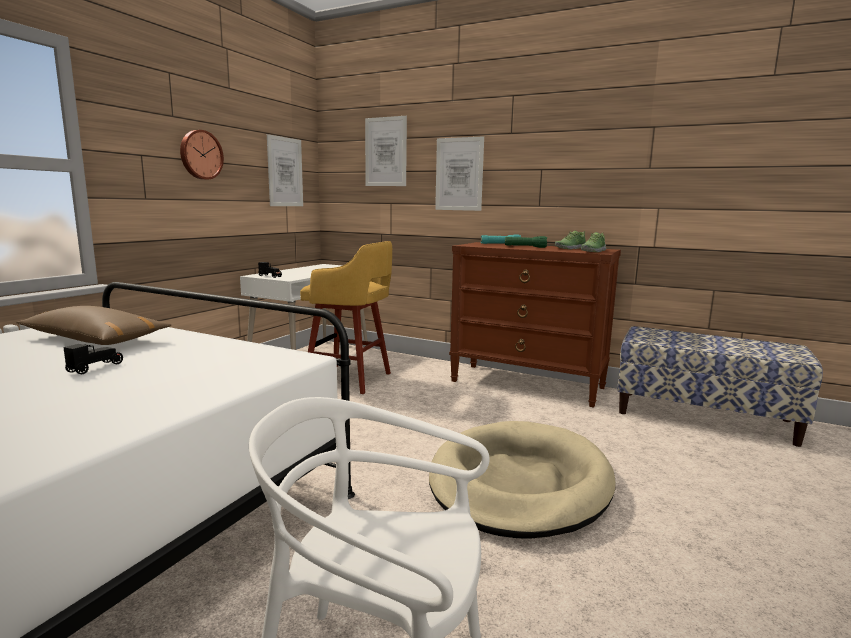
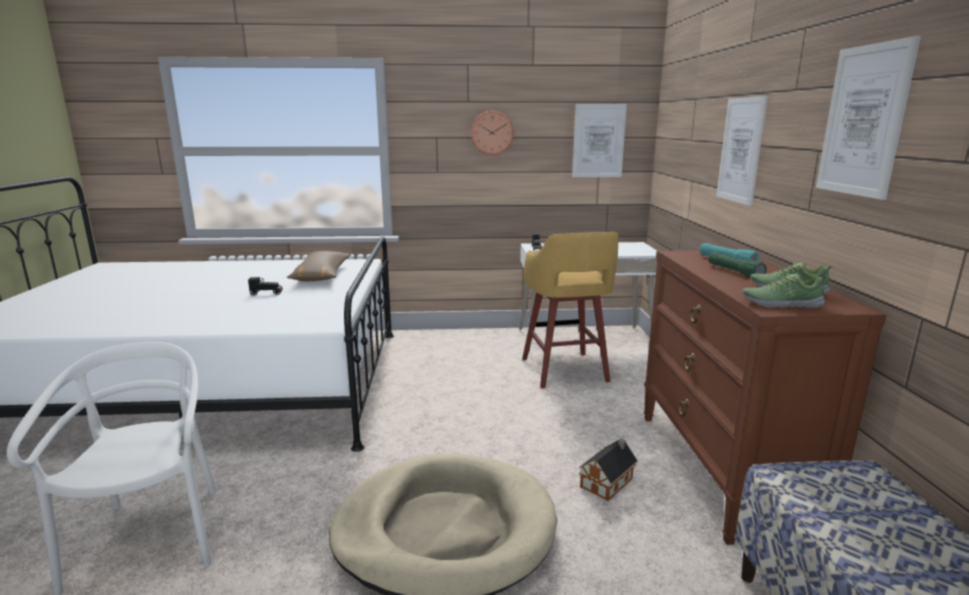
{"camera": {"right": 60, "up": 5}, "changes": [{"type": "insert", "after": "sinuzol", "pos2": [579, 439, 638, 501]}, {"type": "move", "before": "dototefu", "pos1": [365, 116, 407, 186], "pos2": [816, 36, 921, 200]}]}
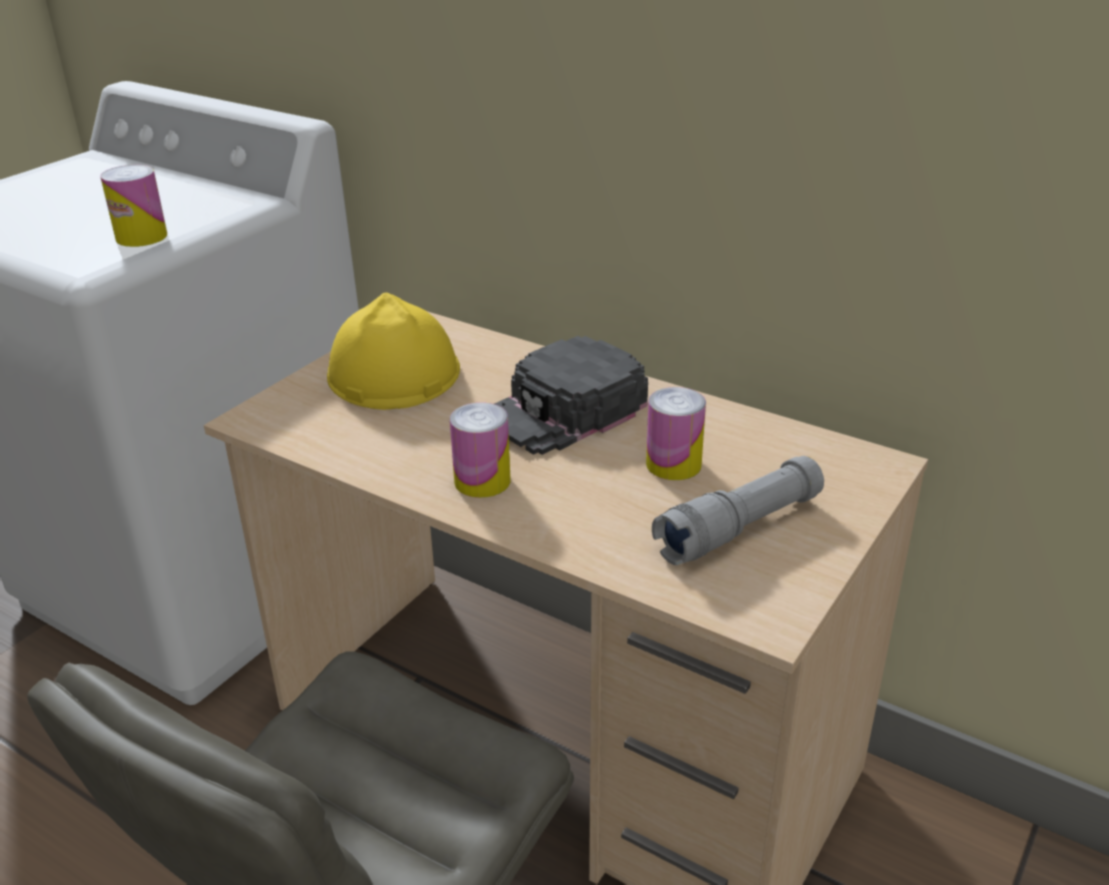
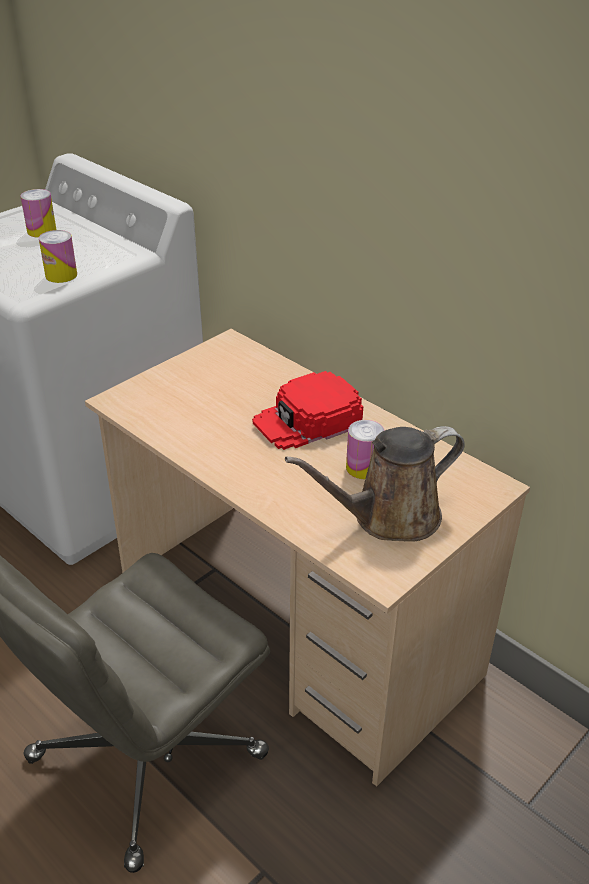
{"camera": {"right": 10, "up": 5}, "changes": [{"type": "delete", "before": "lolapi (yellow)", "pos1": [327, 293, 460, 410]}, {"type": "move", "before": "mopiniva", "pos1": [450, 402, 510, 498], "pos2": [21, 189, 57, 238]}, {"type": "replace", "before": "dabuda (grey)", "after": "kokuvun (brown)", "pos1": [652, 456, 824, 565], "pos2": [285, 426, 465, 542]}, {"type": "recolor", "before": "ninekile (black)", "after": "ninekile (red)", "pos1": [494, 336, 648, 455], "pos2": [252, 371, 363, 450]}]}
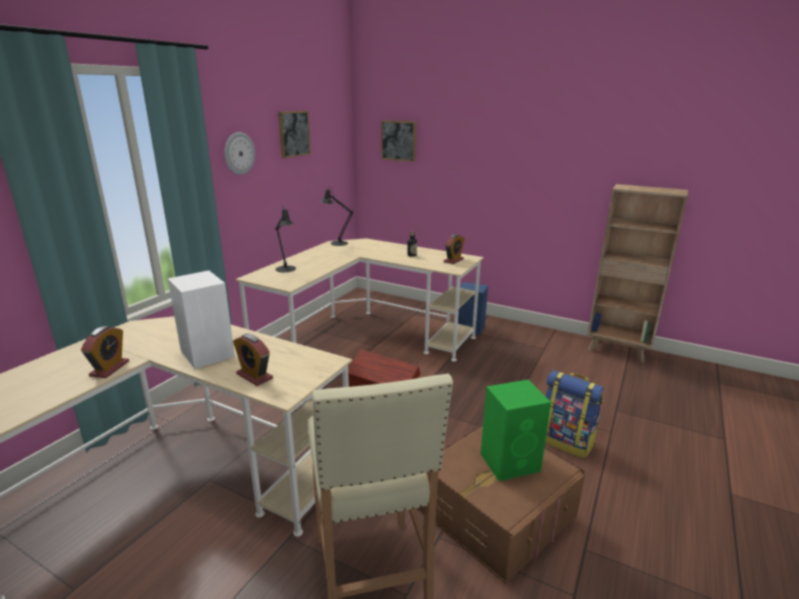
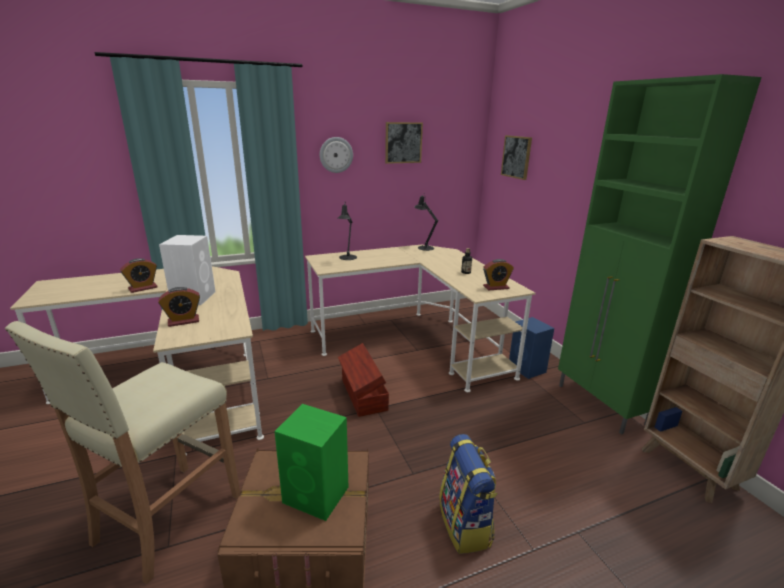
{"camera": {"right": 40, "up": 0}, "changes": [{"type": "insert", "after": "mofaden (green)", "pos2": [558, 74, 762, 434]}, {"type": "rotate", "before": "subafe", "pos1": [233, 333, 273, 386], "pos2": [158, 287, 200, 327], "turn": -105}]}
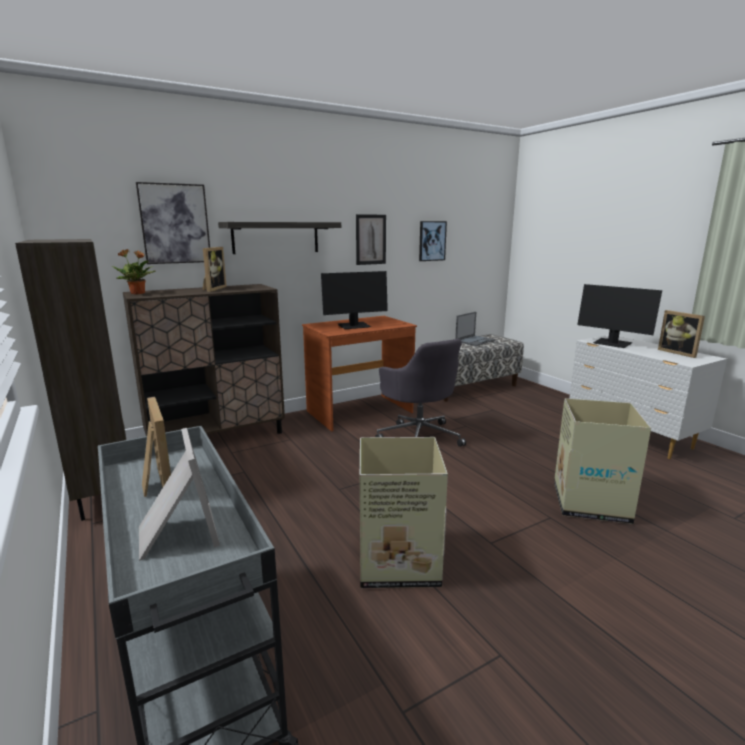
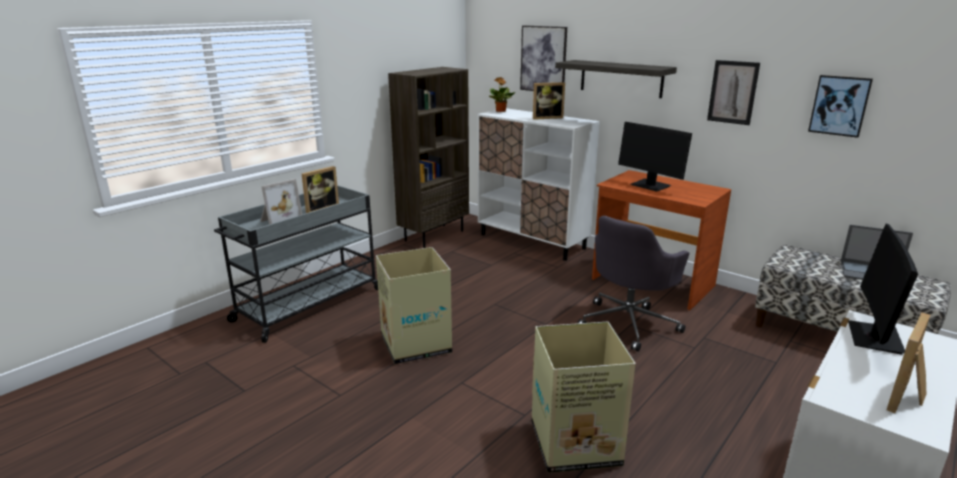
{"camera": {"right": 70, "up": 5}, "changes": [{"type": "recolor", "before": "mofaden (brown)", "after": "mofaden (white)", "pos1": [123, 284, 285, 436], "pos2": [478, 108, 600, 261]}]}
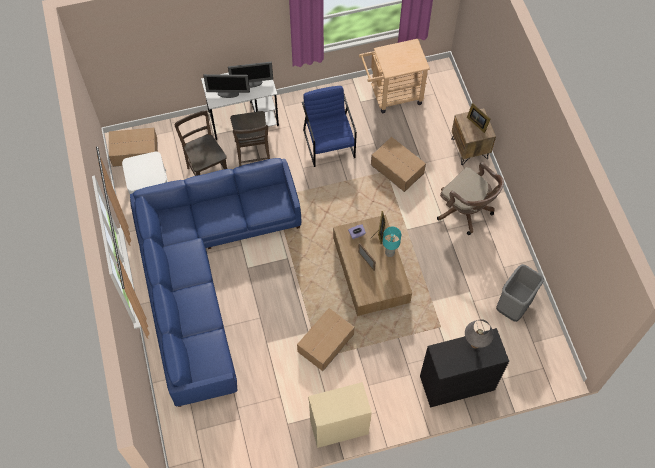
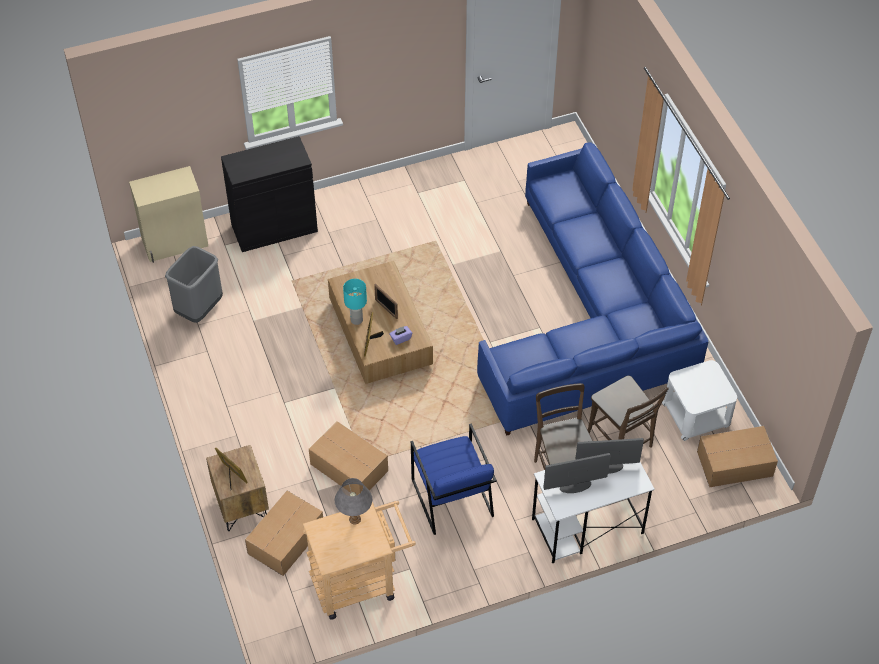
{"camera": {"right": 175, "up": -10}, "changes": [{"type": "delete", "before": "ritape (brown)", "pos1": [437, 162, 504, 235]}, {"type": "move", "before": "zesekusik", "pos1": [297, 308, 355, 371], "pos2": [245, 491, 323, 576]}, {"type": "move", "before": "mofaden (beige)", "pos1": [308, 382, 372, 448], "pos2": [129, 166, 208, 263]}, {"type": "move", "before": "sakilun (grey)", "pos1": [465, 319, 494, 349], "pos2": [335, 478, 372, 524]}]}
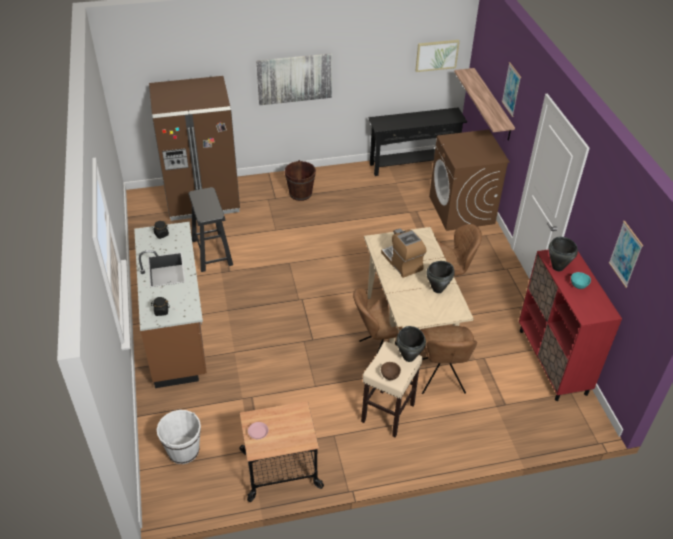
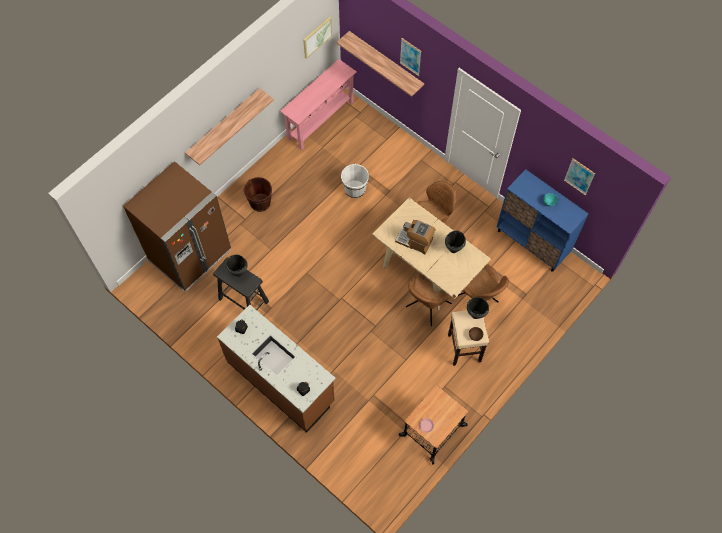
{"camera": {"right": -35, "up": 20}, "changes": [{"type": "delete", "before": "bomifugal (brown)", "pos1": [429, 130, 510, 231]}, {"type": "move", "before": "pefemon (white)", "pos1": [157, 410, 201, 464], "pos2": [341, 163, 369, 198]}, {"type": "move", "before": "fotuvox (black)", "pos1": [549, 237, 578, 271], "pos2": [226, 255, 248, 277]}, {"type": "replace", "before": "dototefu", "after": "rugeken", "pos1": [257, 53, 332, 105], "pos2": [185, 88, 274, 165]}, {"type": "recolor", "before": "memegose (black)", "after": "memegose (pink)", "pos1": [368, 107, 467, 176], "pos2": [280, 59, 357, 150]}, {"type": "recolor", "before": "mofaden (red)", "after": "mofaden (blue)", "pos1": [519, 249, 622, 401], "pos2": [497, 169, 588, 272]}]}
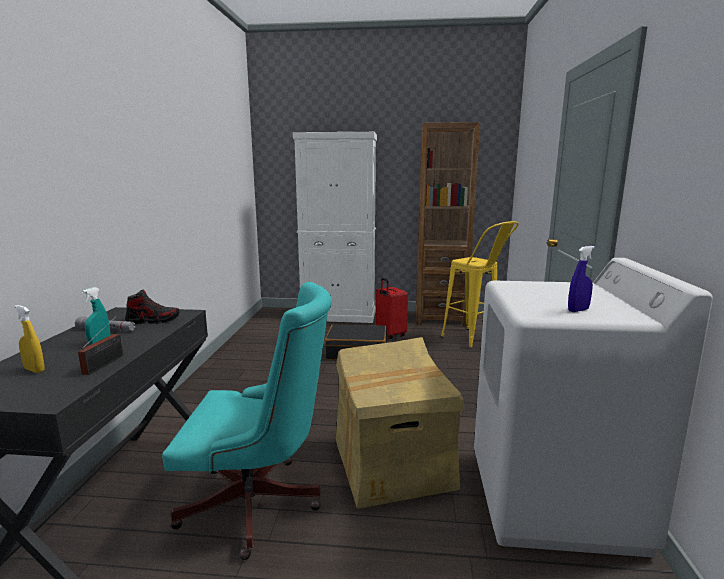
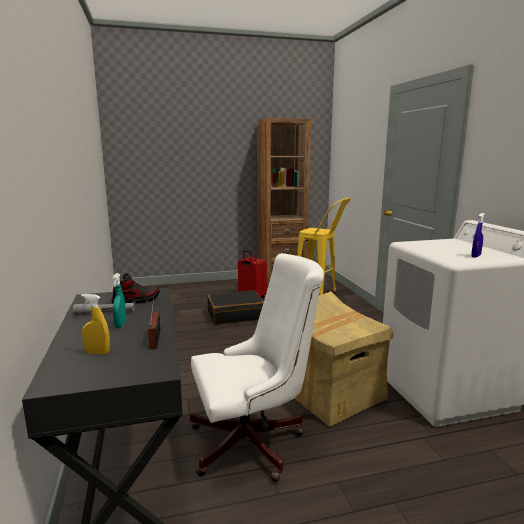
{"camera": {"right": -20, "up": 0}, "changes": [{"type": "delete", "before": "mofaden (white)", "pos1": [293, 132, 377, 323]}, {"type": "recolor", "before": "ritape (turquoise)", "after": "ritape (white)", "pos1": [162, 282, 332, 560], "pos2": [190, 253, 324, 482]}]}
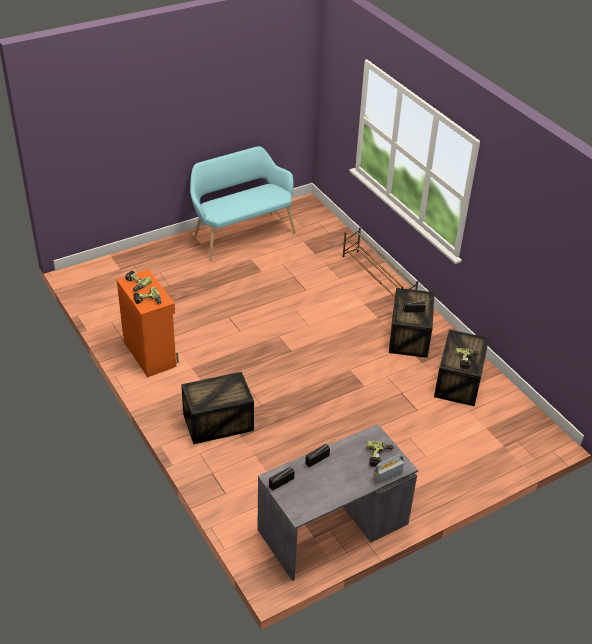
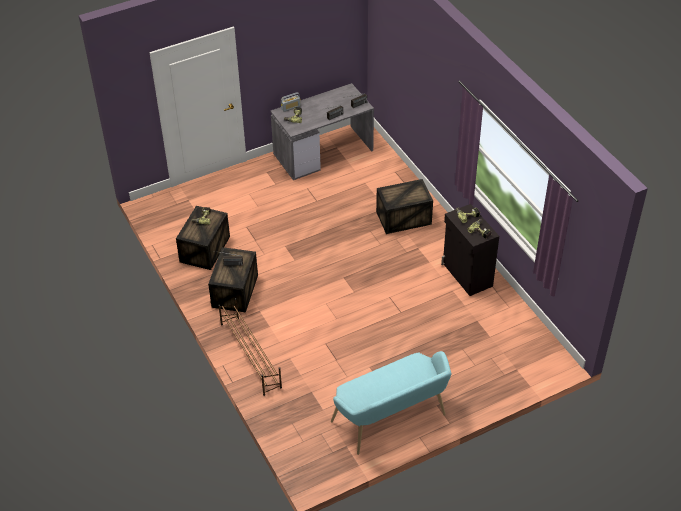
{"camera": {"right": -175, "up": 5}, "changes": [{"type": "recolor", "before": "mofaden (orange)", "after": "mofaden (black)", "pos1": [117, 270, 179, 377], "pos2": [441, 204, 499, 296]}]}
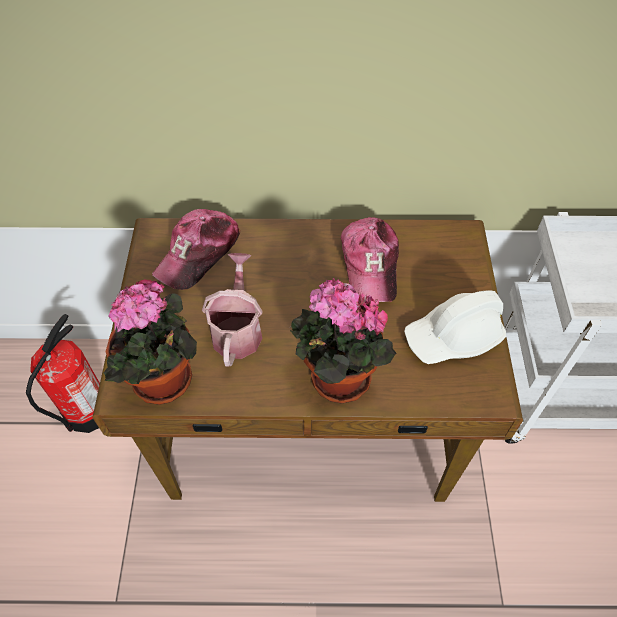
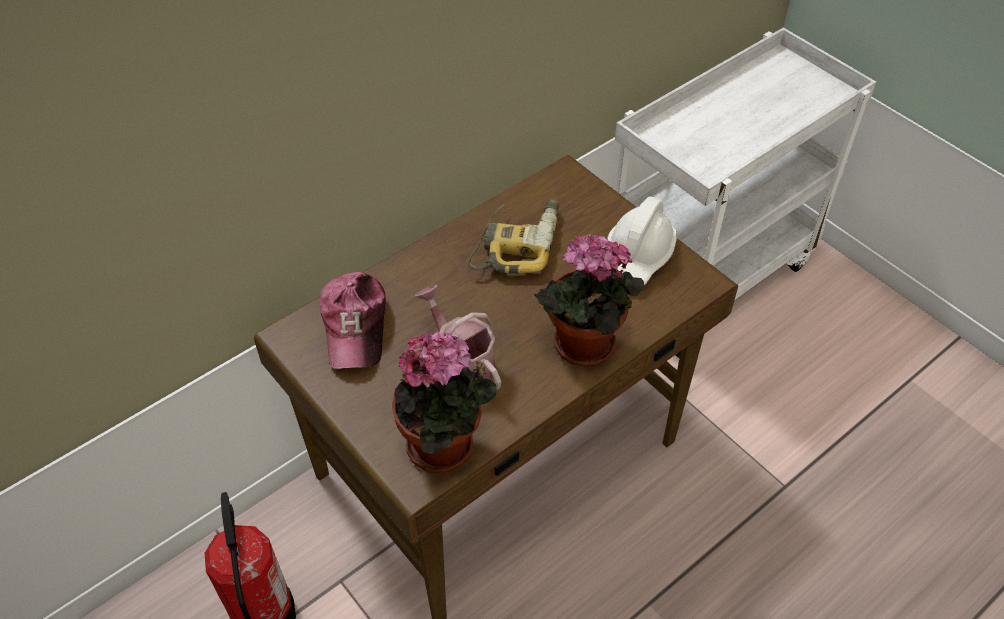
{"camera": {"right": -40, "up": -5}, "changes": [{"type": "replace", "before": "ninekile", "after": "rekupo", "pos1": [341, 217, 399, 302], "pos2": [468, 199, 559, 274]}]}
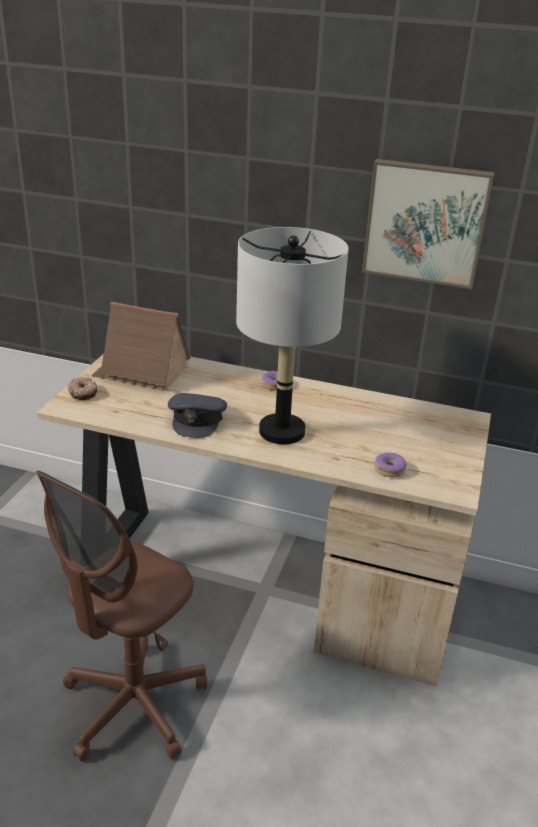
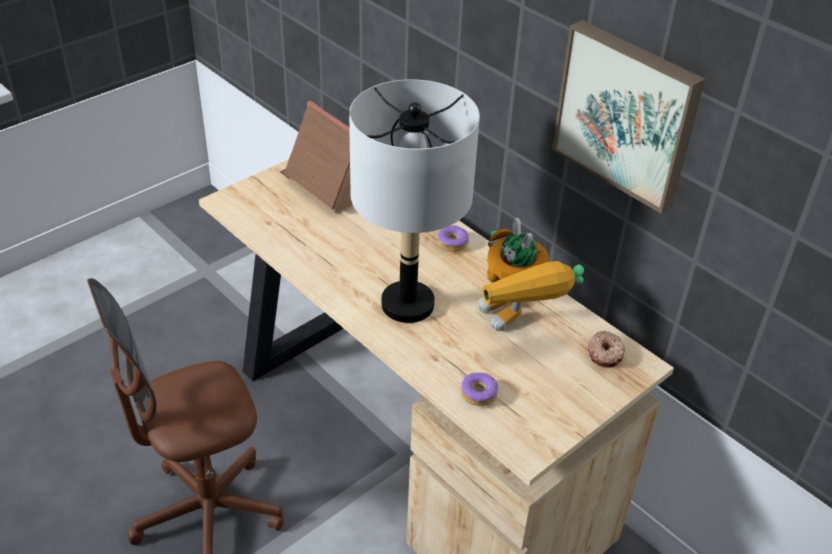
{"camera": {"right": 30, "up": 10}, "changes": [{"type": "delete", "before": "ninekile (grey)", "pos1": [168, 393, 227, 438]}, {"type": "insert", "after": "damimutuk", "pos2": [478, 218, 584, 331]}, {"type": "move", "before": "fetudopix", "pos1": [68, 377, 97, 400], "pos2": [588, 331, 625, 368]}]}
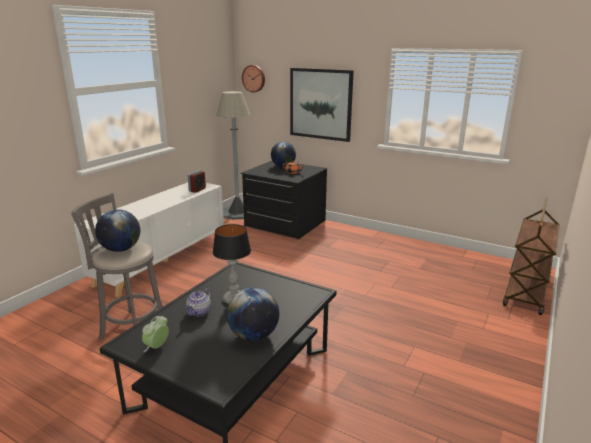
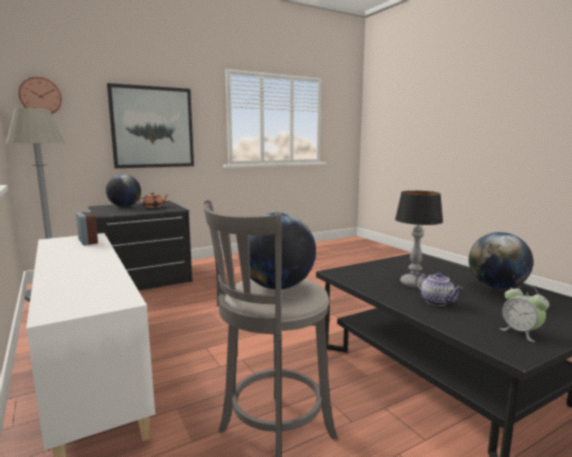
{"camera": {"right": -60, "up": -10}, "changes": [{"type": "delete", "before": "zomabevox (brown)", "pos1": [503, 197, 560, 315]}]}
